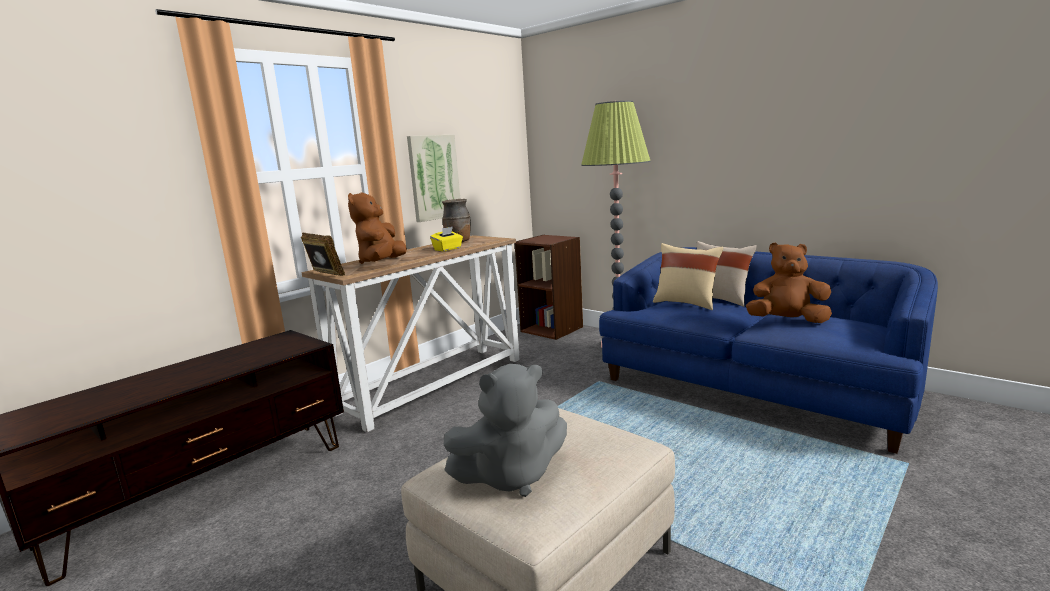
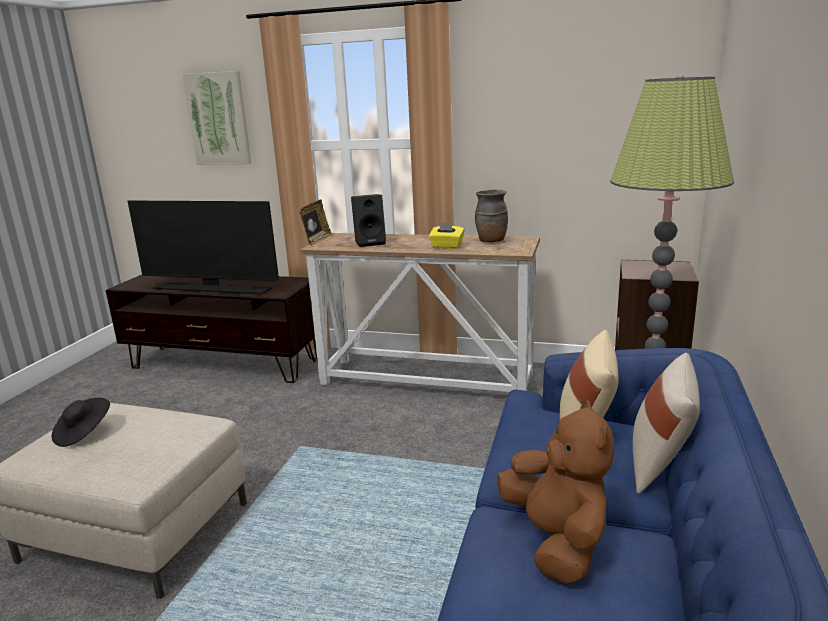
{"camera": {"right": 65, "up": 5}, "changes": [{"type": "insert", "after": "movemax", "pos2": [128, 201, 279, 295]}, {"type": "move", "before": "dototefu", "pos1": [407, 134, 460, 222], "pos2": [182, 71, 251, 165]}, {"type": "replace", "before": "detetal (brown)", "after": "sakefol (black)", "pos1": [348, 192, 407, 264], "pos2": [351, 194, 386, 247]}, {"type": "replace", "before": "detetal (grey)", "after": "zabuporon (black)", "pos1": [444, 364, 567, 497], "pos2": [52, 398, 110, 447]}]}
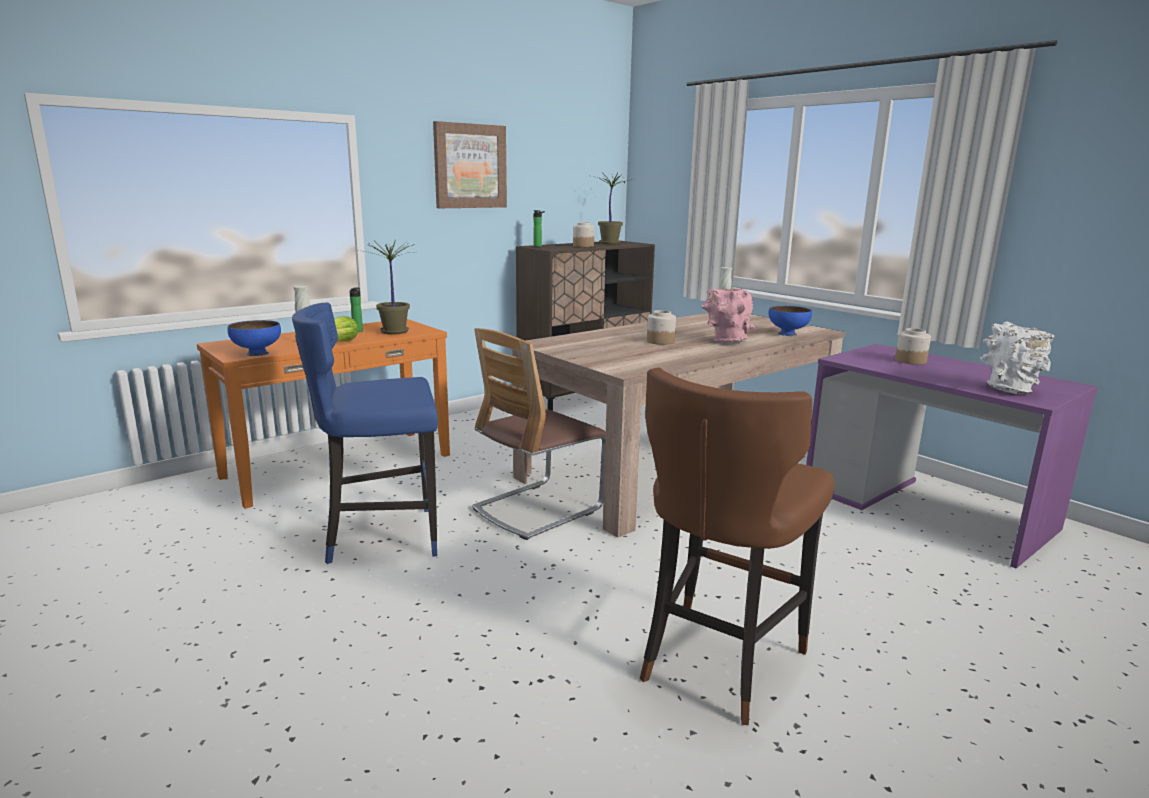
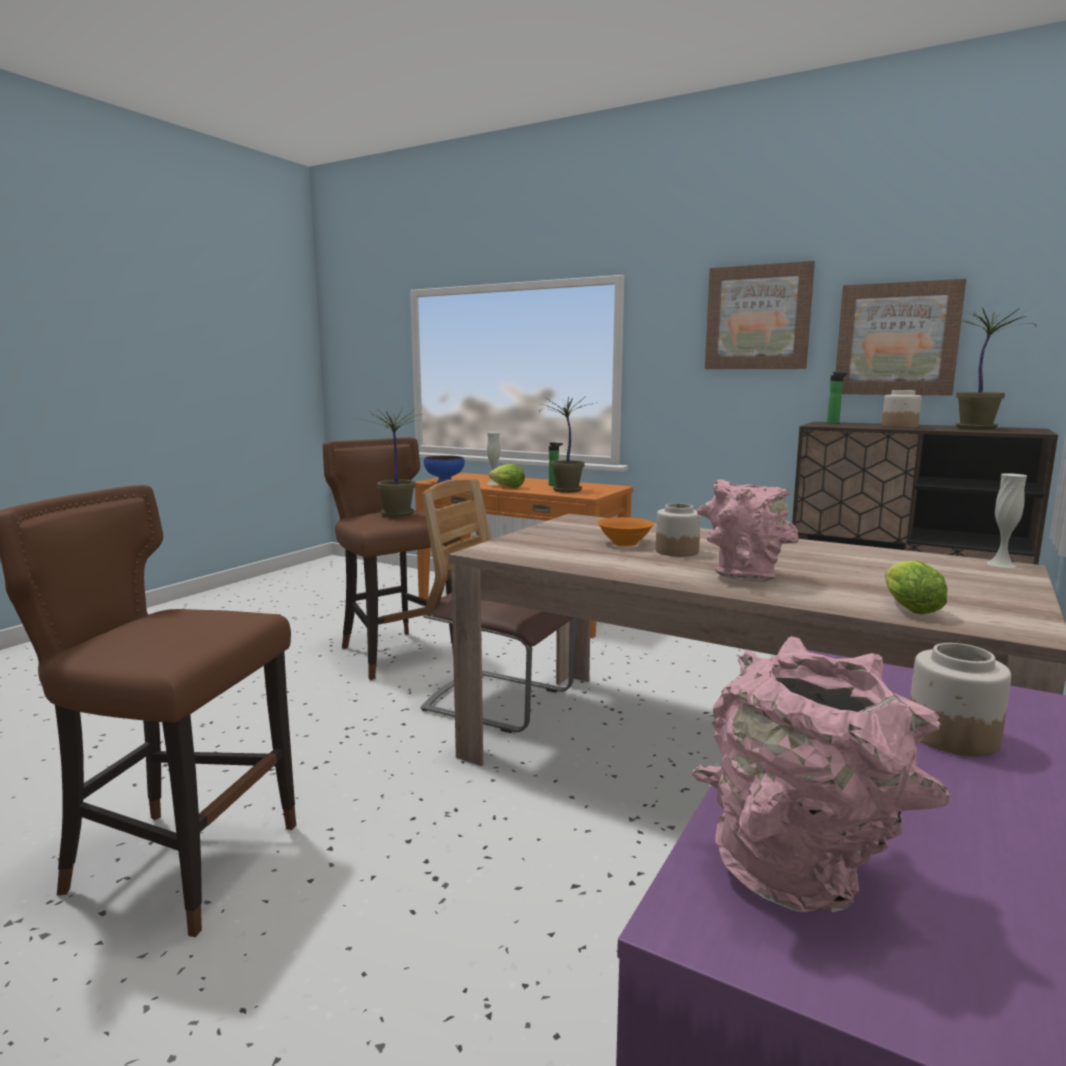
{"camera": {"right": 70, "up": -5}, "changes": [{"type": "insert", "after": "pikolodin", "pos2": [360, 408, 424, 517]}, {"type": "insert", "after": "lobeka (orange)", "pos2": [597, 517, 654, 546]}, {"type": "insert", "after": "dototefu", "pos2": [836, 279, 966, 396]}, {"type": "replace", "before": "lobeka (blue)", "after": "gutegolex", "pos1": [768, 306, 812, 336], "pos2": [885, 560, 948, 615]}, {"type": "recolor", "before": "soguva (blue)", "after": "soguva (brown)", "pos1": [292, 302, 438, 564], "pos2": [323, 437, 461, 680]}, {"type": "recolor", "before": "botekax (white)", "after": "botekax (pink)", "pos1": [980, 322, 1055, 394], "pos2": [692, 636, 949, 912]}]}
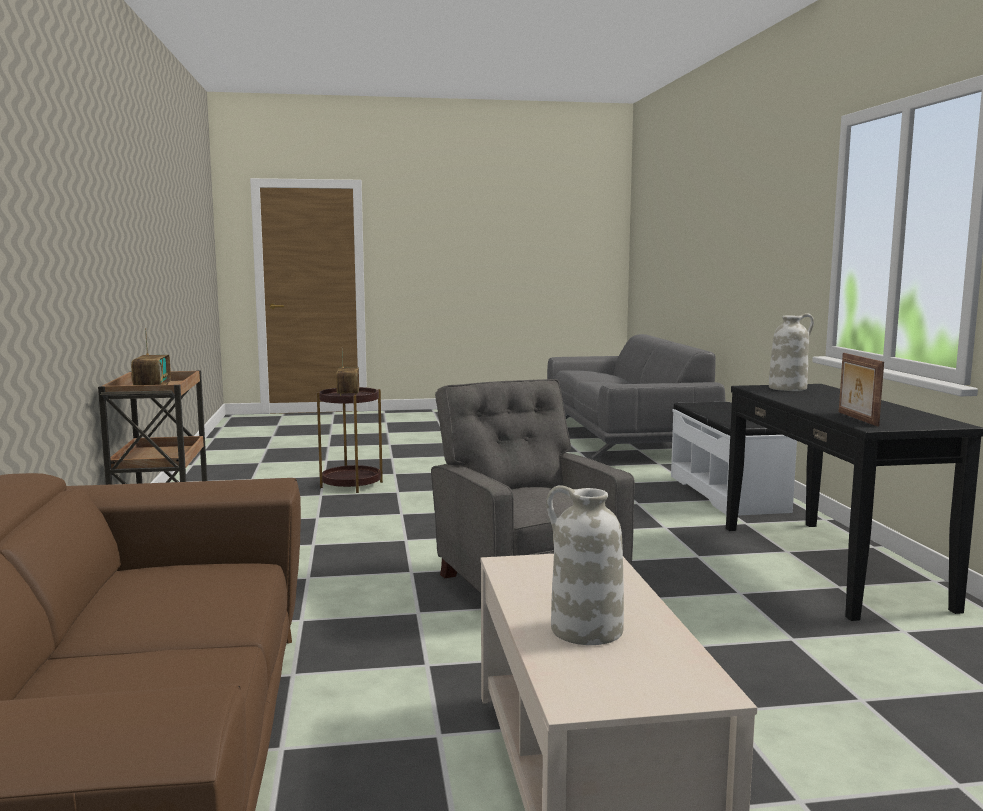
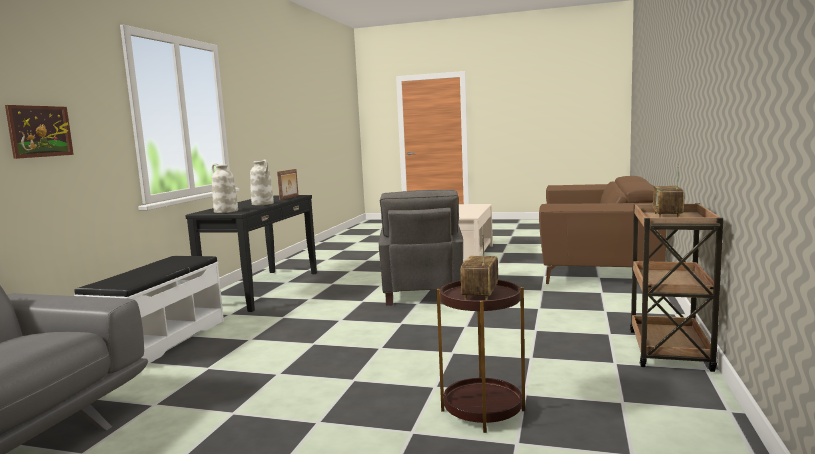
{"camera": {"right": -155, "up": 0}, "changes": [{"type": "insert", "after": "dototefu", "pos2": [5, 105, 74, 159]}, {"type": "move", "before": "botekax (white)", "pos1": [546, 485, 624, 645], "pos2": [250, 159, 274, 205]}]}
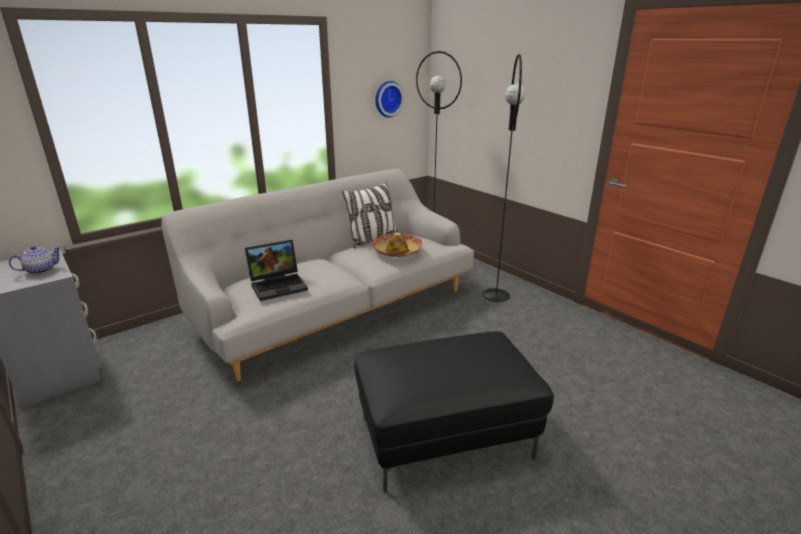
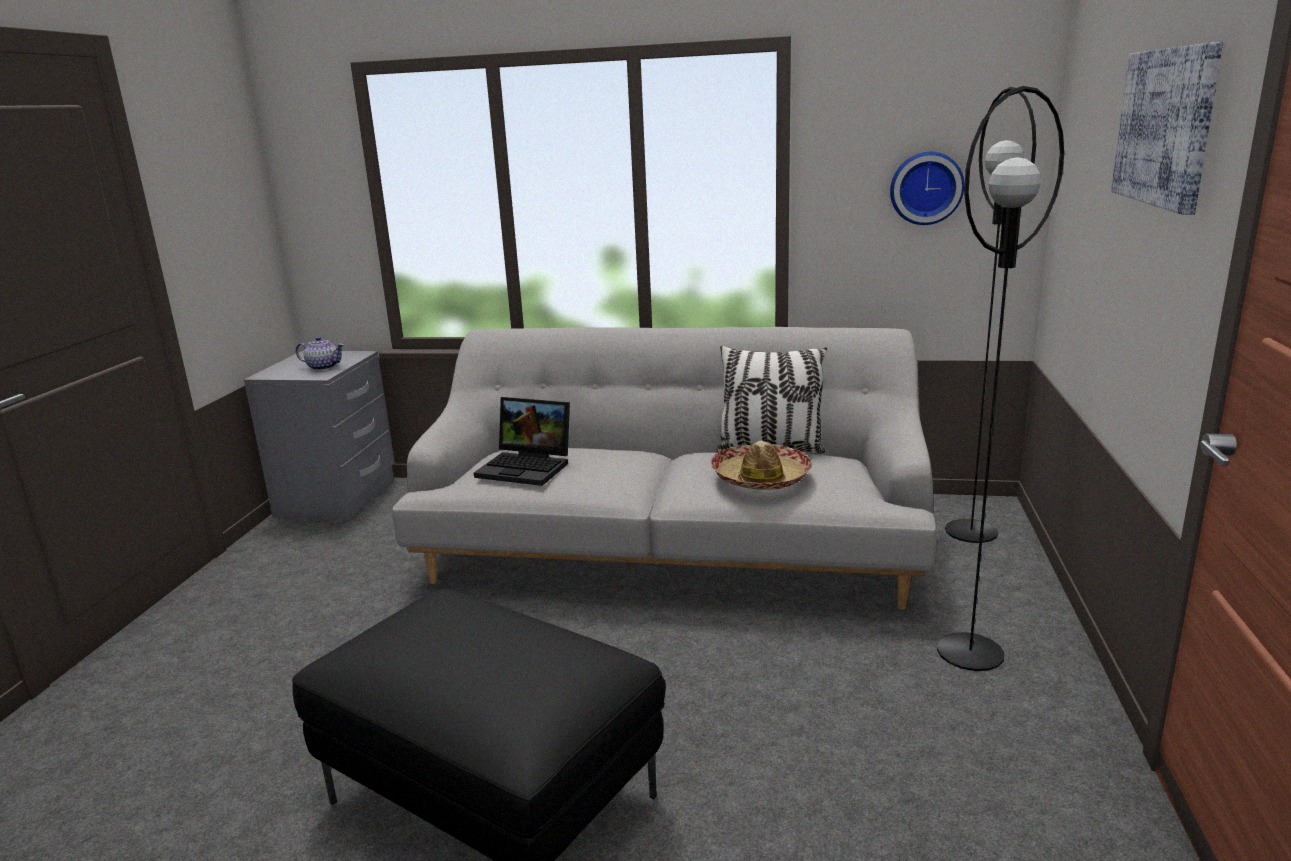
{"camera": {"right": 50, "up": -5}, "changes": [{"type": "insert", "after": "dototefu", "pos2": [1111, 42, 1223, 215]}]}
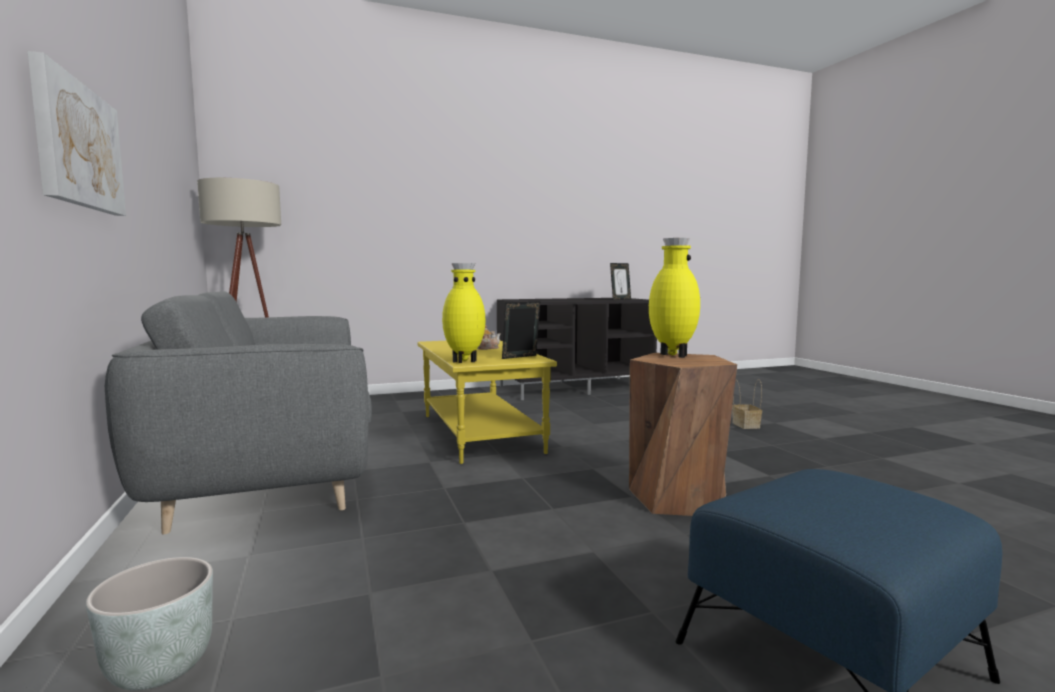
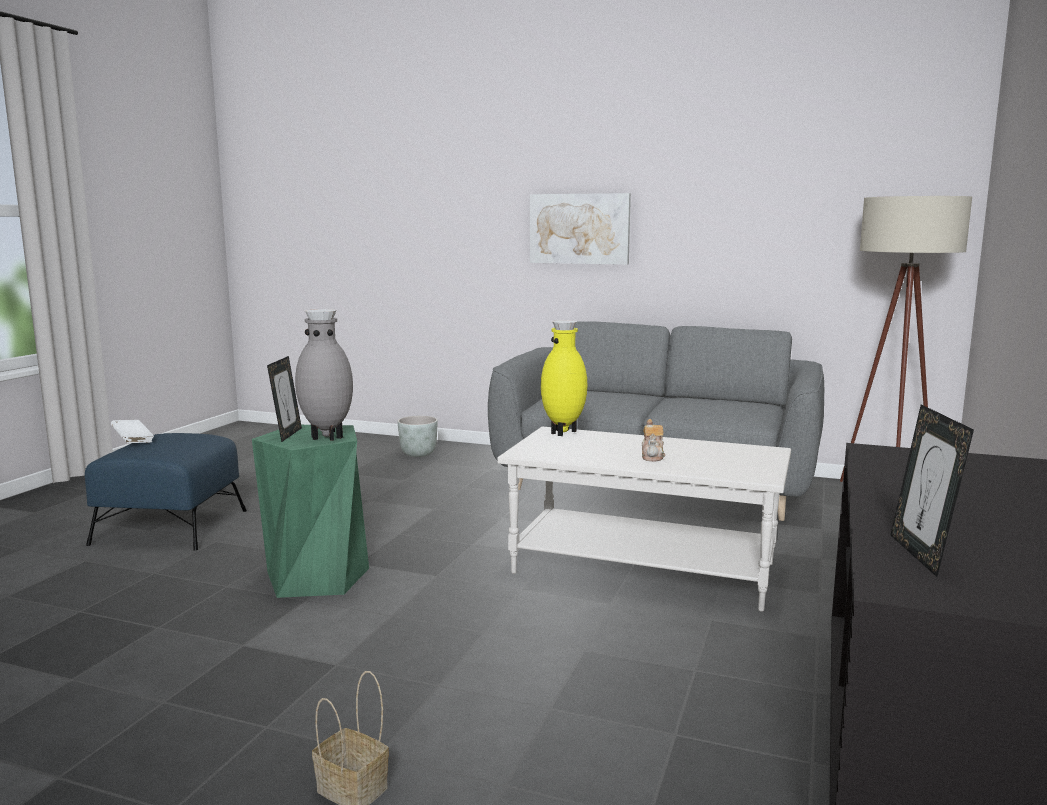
{"camera": {"right": 130, "up": 5}, "changes": [{"type": "insert", "after": "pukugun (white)", "pos2": [111, 420, 154, 443]}, {"type": "move", "before": "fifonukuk", "pos1": [502, 301, 540, 359], "pos2": [267, 356, 302, 442]}, {"type": "recolor", "before": "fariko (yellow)", "after": "fariko (white)", "pos1": [417, 340, 557, 464], "pos2": [497, 426, 791, 612]}, {"type": "recolor", "before": "soguva (brown)", "after": "soguva (green)", "pos1": [629, 353, 737, 516], "pos2": [252, 425, 369, 598]}, {"type": "recolor", "before": "botekax (yellow)", "after": "botekax (grey)", "pos1": [649, 238, 700, 358], "pos2": [295, 309, 353, 441]}]}
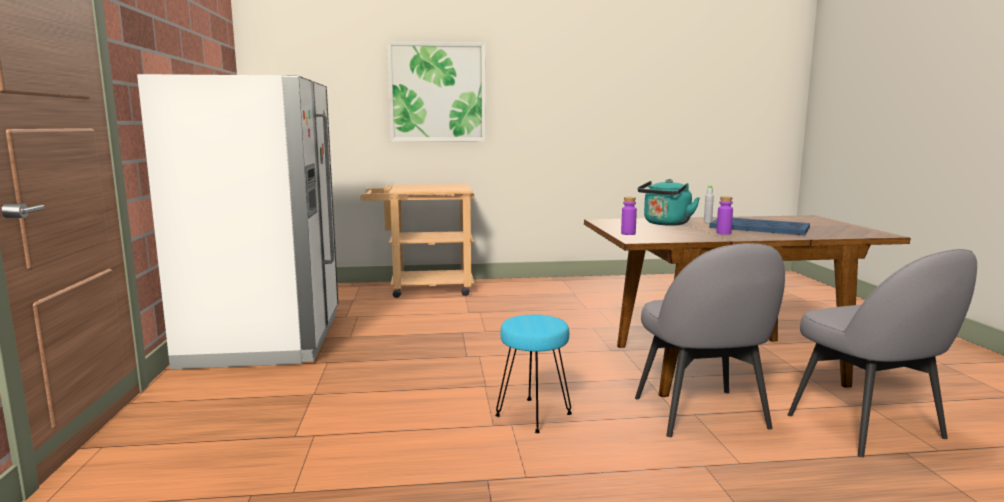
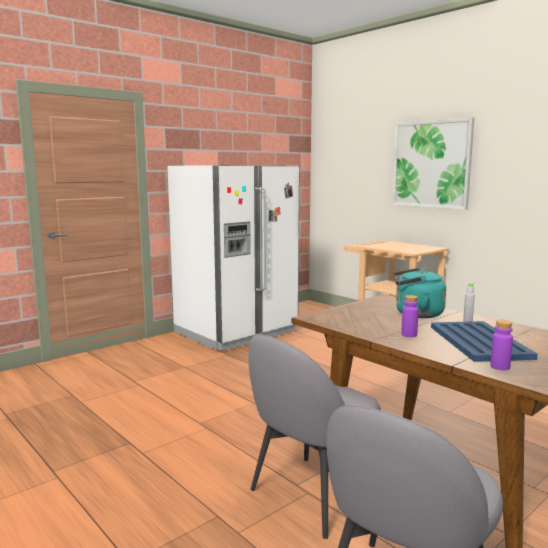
{"camera": {"right": 55, "up": 0}, "changes": [{"type": "delete", "before": "soguva (turquoise)", "pos1": [495, 315, 572, 433]}, {"type": "move", "before": "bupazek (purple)", "pos1": [621, 197, 637, 235], "pos2": [490, 320, 513, 370]}]}
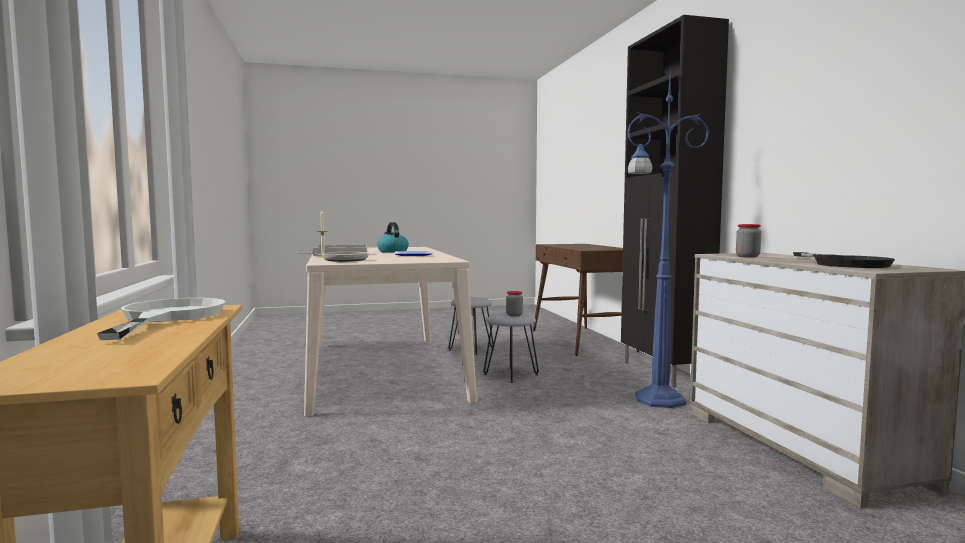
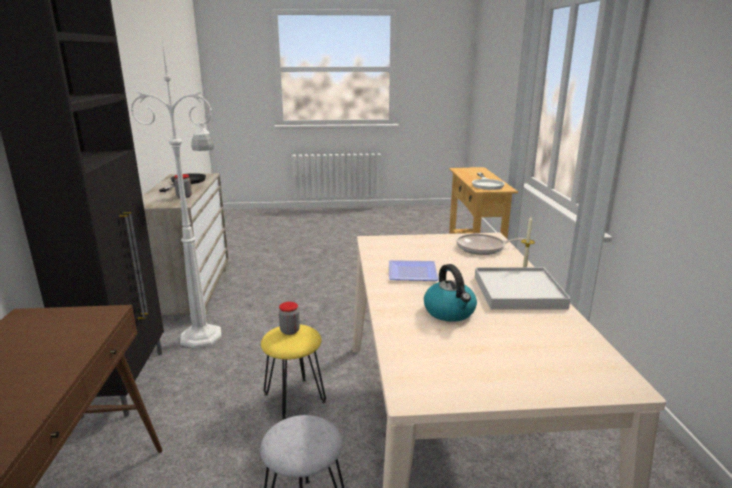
{"camera": {"right": -170, "up": 15}, "changes": [{"type": "recolor", "before": "soguva (grey)", "after": "soguva (yellow)", "pos1": [484, 312, 539, 383], "pos2": [261, 324, 326, 420]}, {"type": "recolor", "before": "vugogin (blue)", "after": "vugogin (white)", "pos1": [627, 64, 709, 408], "pos2": [131, 42, 221, 348]}]}
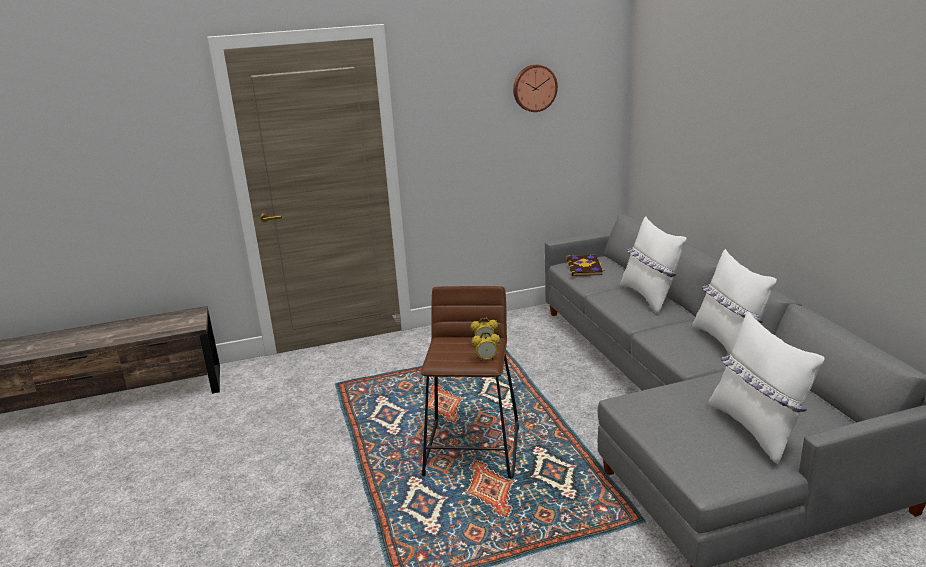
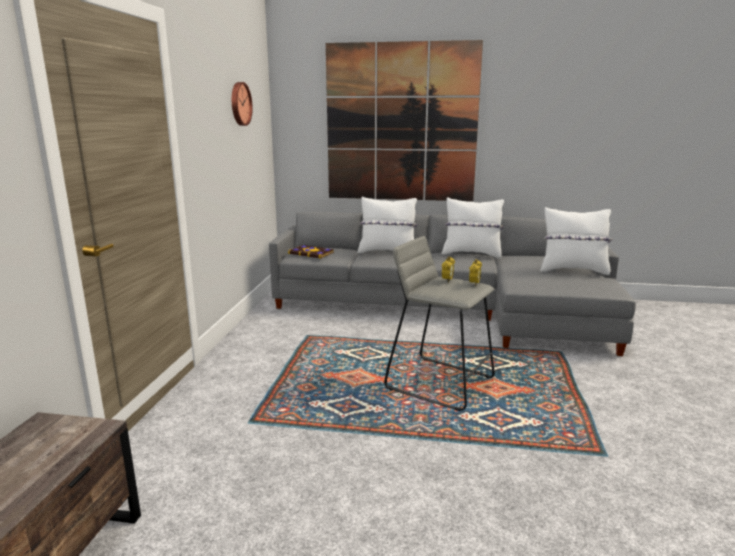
{"camera": {"right": -65, "up": -5}, "changes": [{"type": "insert", "after": "dototefu", "pos2": [326, 40, 483, 201]}, {"type": "recolor", "before": "soguva (brown)", "after": "soguva (grey)", "pos1": [421, 286, 519, 479], "pos2": [384, 236, 495, 411]}]}
